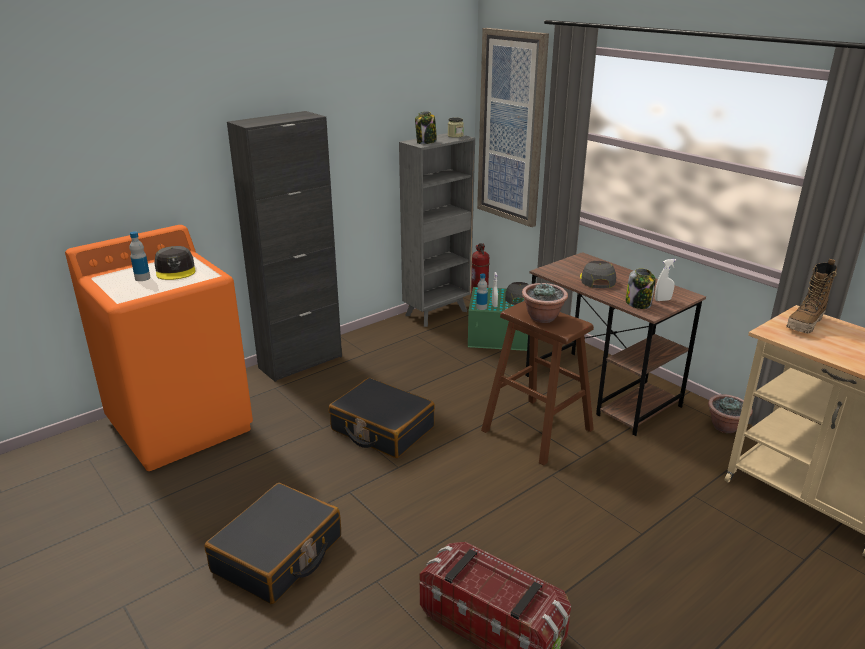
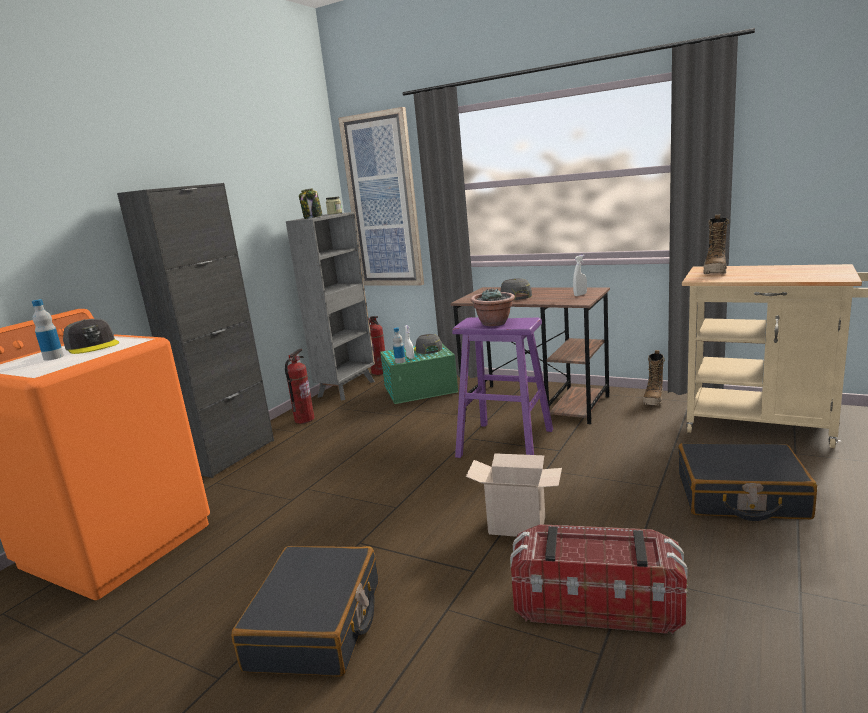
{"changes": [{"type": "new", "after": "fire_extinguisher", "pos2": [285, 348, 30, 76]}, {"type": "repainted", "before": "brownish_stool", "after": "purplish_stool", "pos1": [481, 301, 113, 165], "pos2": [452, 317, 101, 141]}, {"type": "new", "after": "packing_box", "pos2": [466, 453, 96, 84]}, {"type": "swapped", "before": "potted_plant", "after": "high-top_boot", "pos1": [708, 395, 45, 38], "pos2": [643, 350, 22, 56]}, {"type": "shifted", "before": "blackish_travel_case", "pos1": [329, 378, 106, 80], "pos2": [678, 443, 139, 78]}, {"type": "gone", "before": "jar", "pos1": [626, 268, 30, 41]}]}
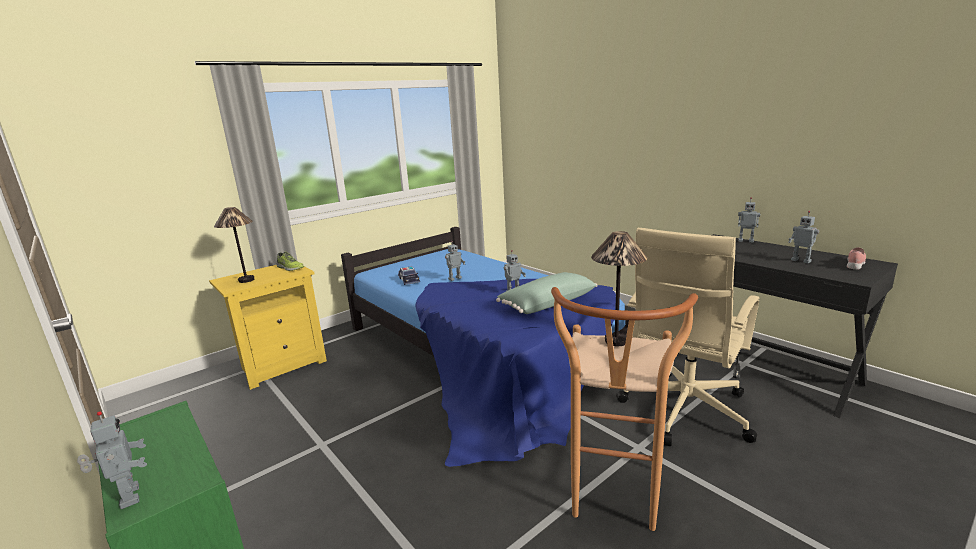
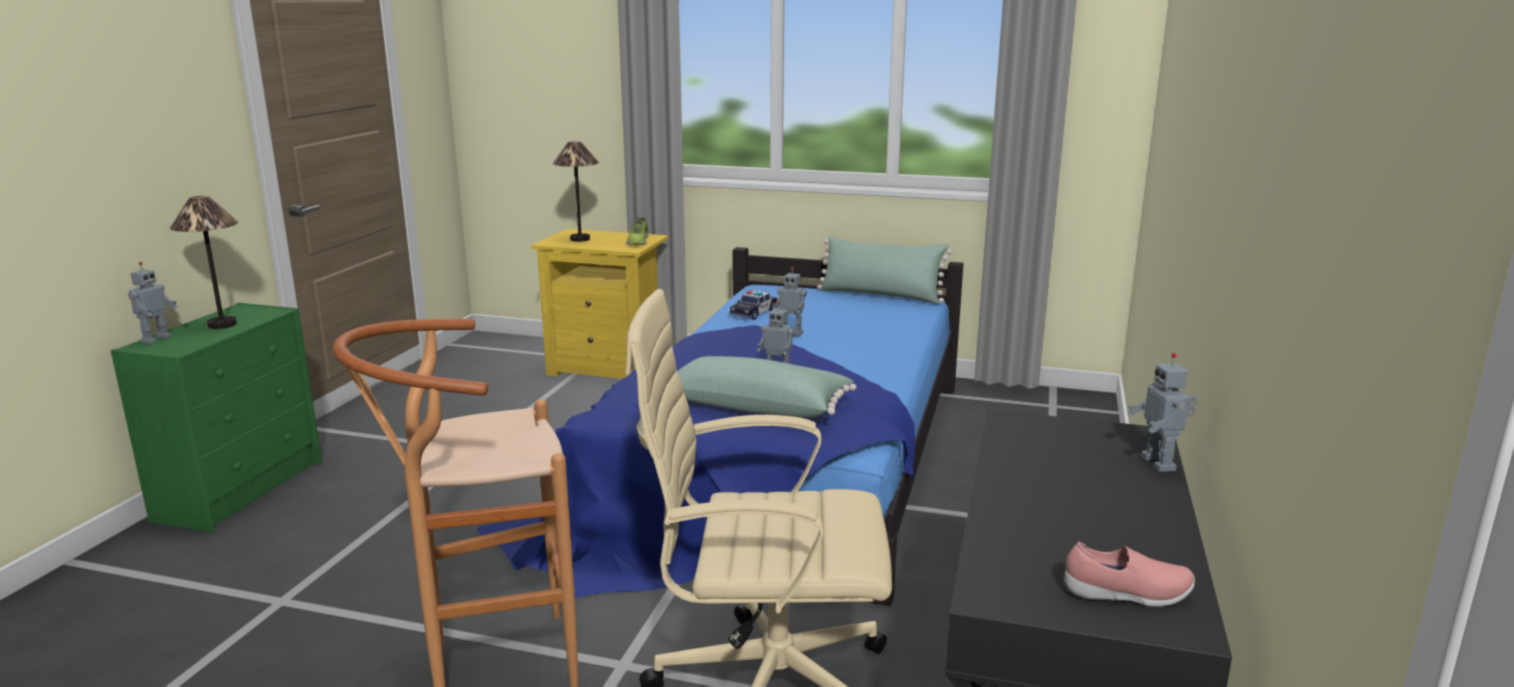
{"changes": [{"type": "shifted", "before": "table_lamp", "pos1": [591, 231, 56, 115], "pos2": [170, 196, 68, 133]}, {"type": "new", "after": "green-coloured_cushion", "pos2": [817, 236, 135, 68]}, {"type": "gone", "before": "model_robot", "pos1": [788, 211, 31, 52]}]}
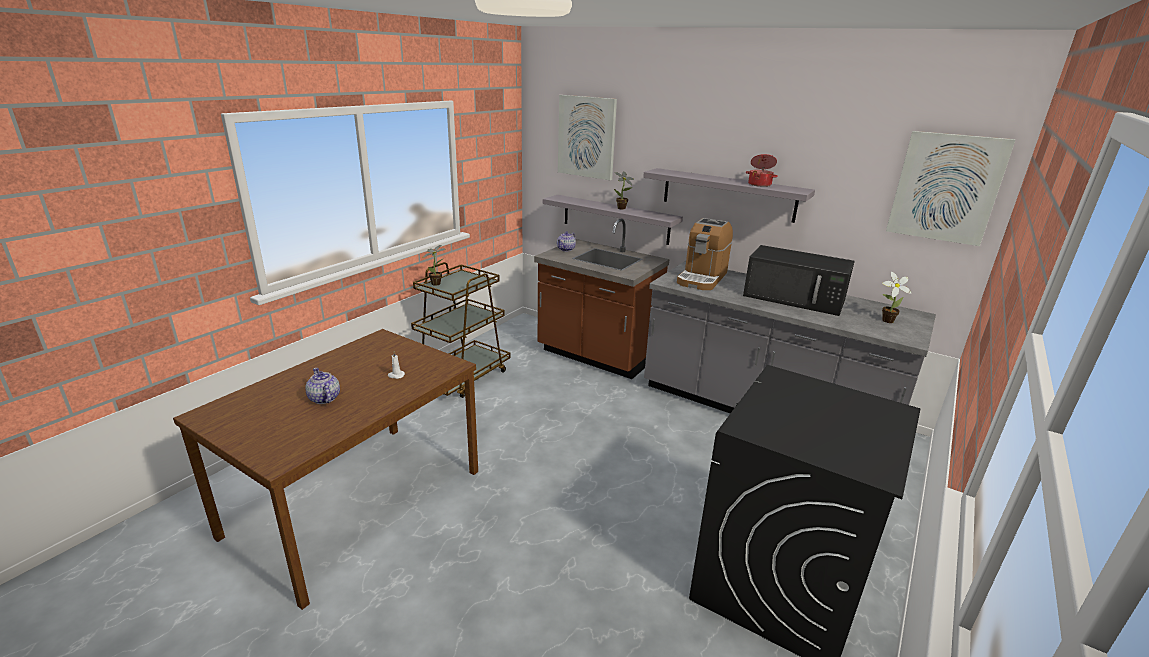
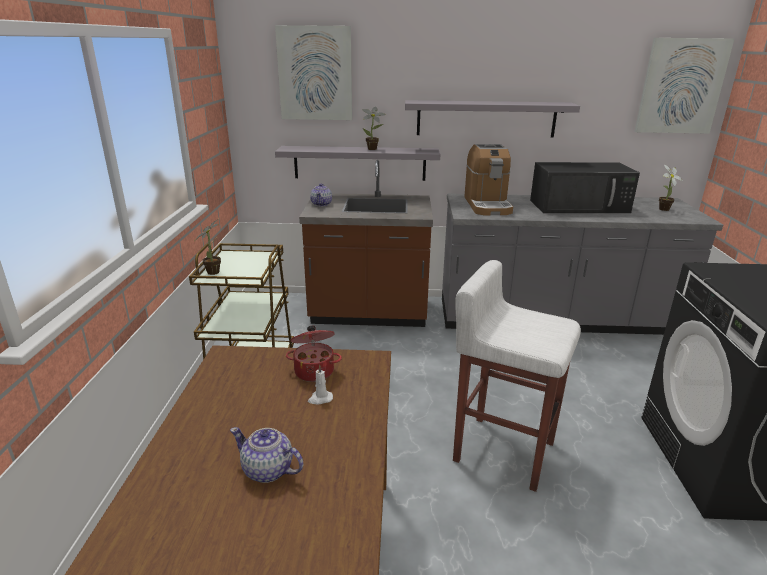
{"changes": [{"type": "shifted", "before": "cooking_pot", "pos1": [746, 154, 32, 33], "pos2": [286, 326, 56, 56]}, {"type": "new", "after": "whitish_stool", "pos2": [453, 260, 128, 232]}]}
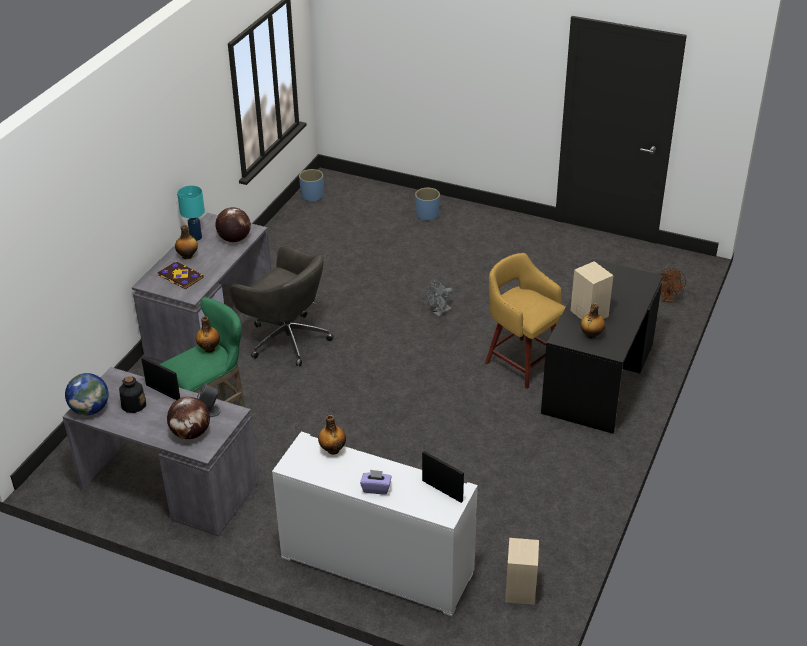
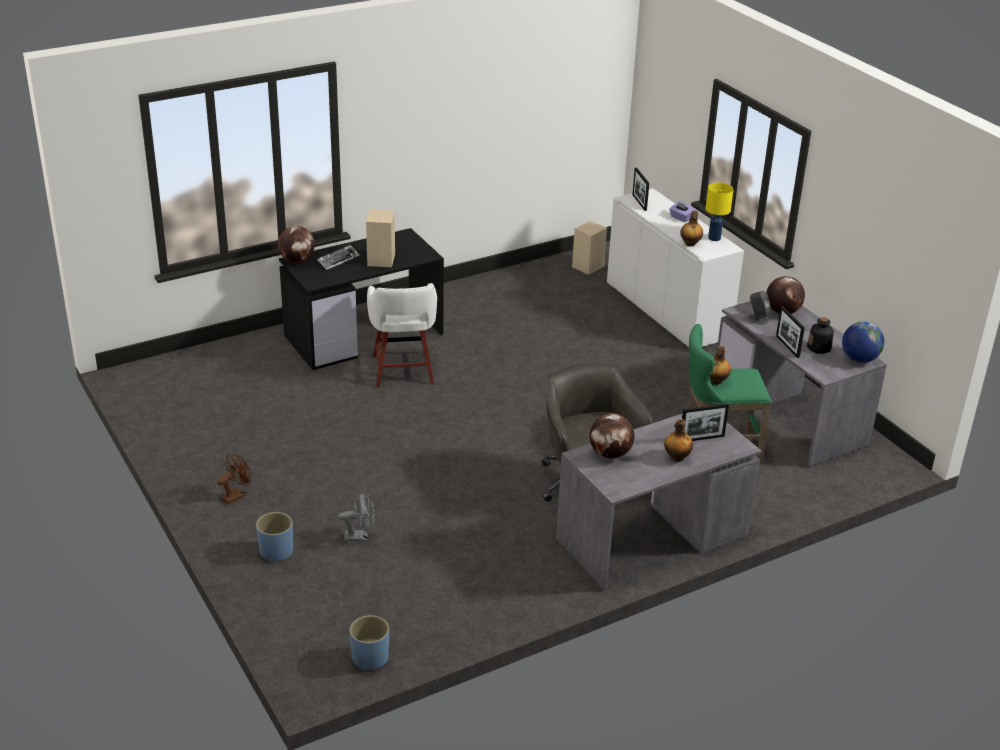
{"changes": [{"type": "shifted", "before": "brownish_cooling_fan", "pos1": [658, 268, 28, 35], "pos2": [217, 453, 35, 51]}, {"type": "new", "after": "globe", "pos2": [278, 226, 37, 37]}, {"type": "new", "after": "computer_keyboard", "pos2": [317, 245, 43, 25]}, {"type": "shifted", "before": "greyish_cooling_fan", "pos1": [426, 280, 27, 37], "pos2": [338, 493, 37, 49]}, {"type": "repainted", "before": "yellowish_stool", "after": "whitish_stool", "pos1": [485, 253, 81, 136], "pos2": [367, 283, 70, 104]}, {"type": "swapped", "before": "bound_book", "after": "standing_frame", "pos1": [158, 261, 46, 28], "pos2": [682, 403, 47, 38]}, {"type": "new", "after": "yellowish_table_lamp", "pos2": [706, 183, 28, 58]}, {"type": "gone", "before": "turquoise-coloured_table_lamp", "pos1": [177, 186, 28, 55]}, {"type": "gone", "before": "bottle", "pos1": [580, 303, 25, 35]}]}
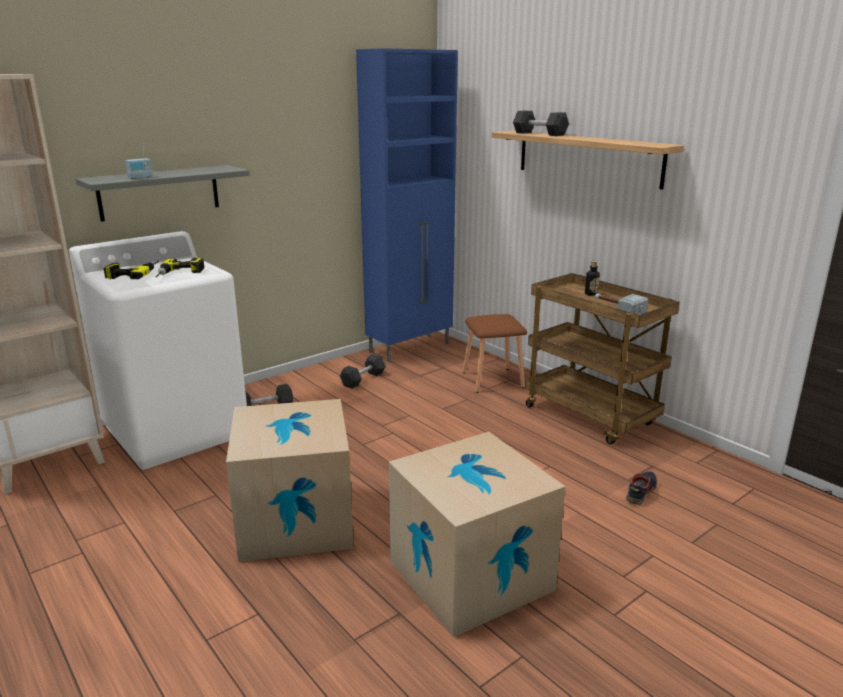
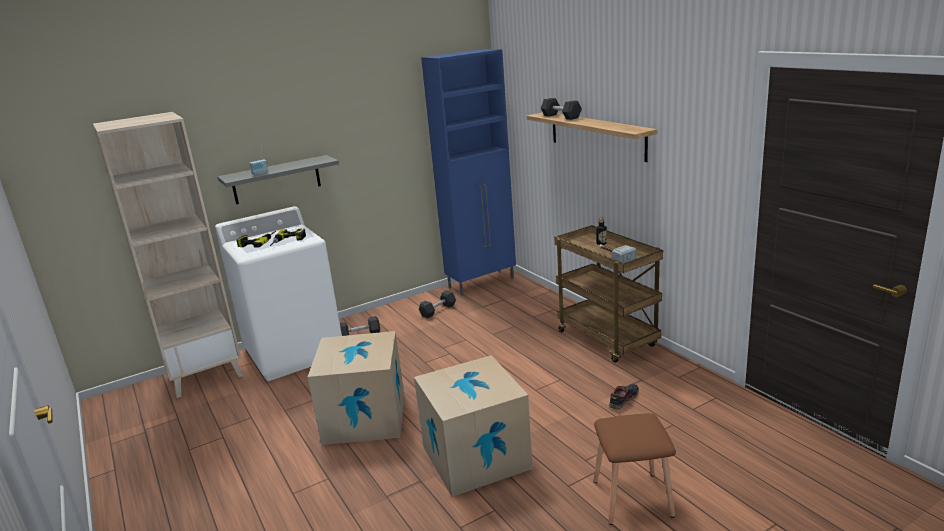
{"changes": [{"type": "shifted", "before": "brownish_stool", "pos1": [463, 314, 64, 79], "pos2": [593, 413, 83, 112]}]}
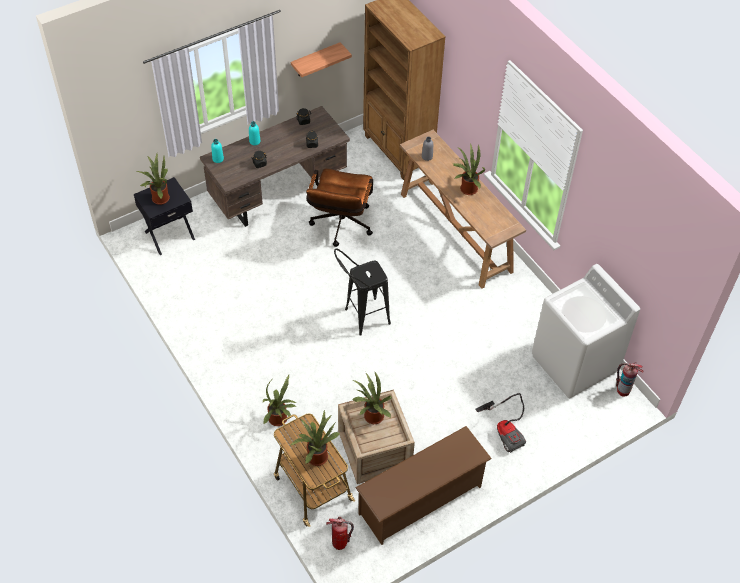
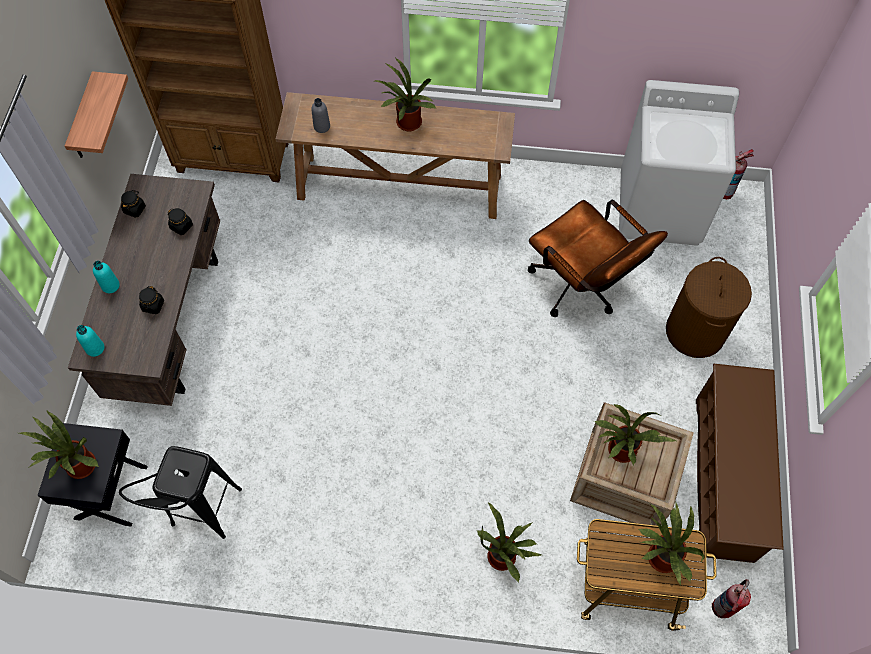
{"changes": [{"type": "shifted", "before": "blackish_stool", "pos1": [334, 248, 57, 88], "pos2": [119, 446, 123, 93]}, {"type": "shifted", "before": "brownish_desk_chair", "pos1": [306, 169, 67, 78], "pos2": [528, 200, 140, 117]}, {"type": "swapped", "before": "hoover", "after": "brownish_washing_basket", "pos1": [475, 393, 51, 60], "pos2": [666, 257, 86, 101]}]}
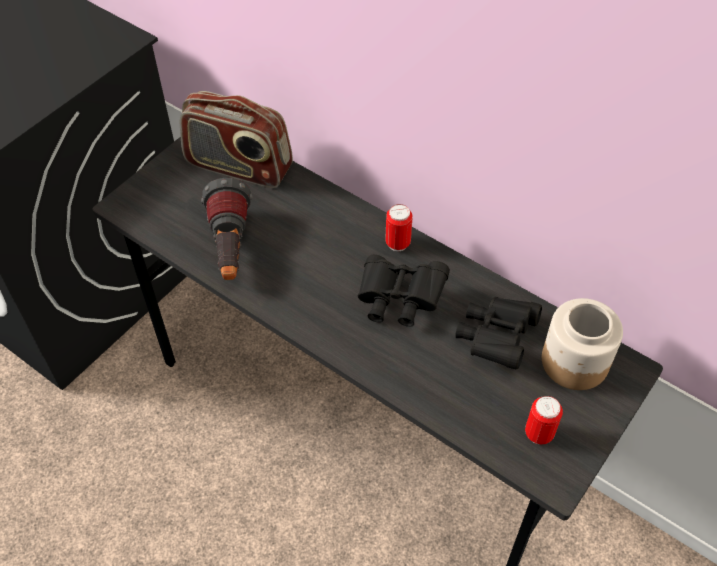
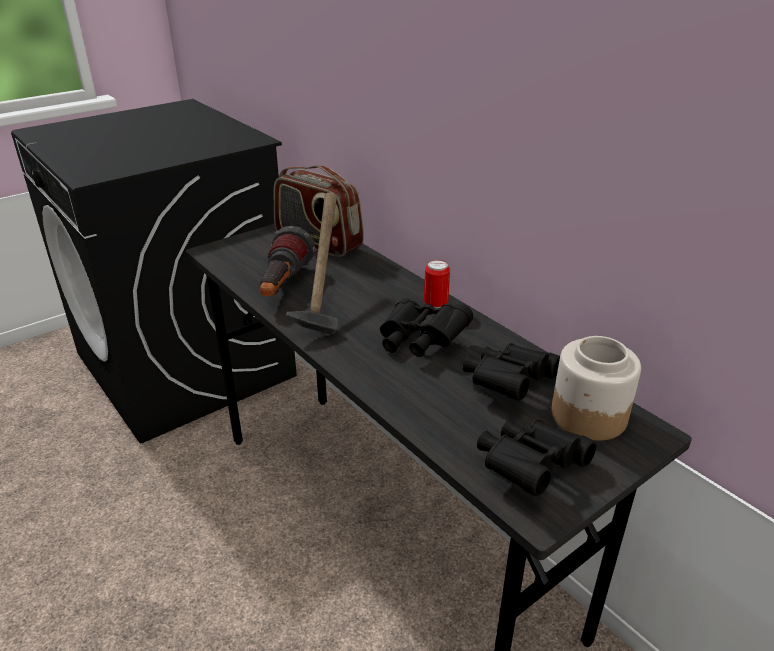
{"changes": [{"type": "new", "after": "tool_hammer", "pos2": [286, 193, 52, 142]}, {"type": "swapped", "before": "can", "after": "blackish_binoculars", "pos1": [525, 396, 38, 48], "pos2": [477, 419, 119, 77]}]}
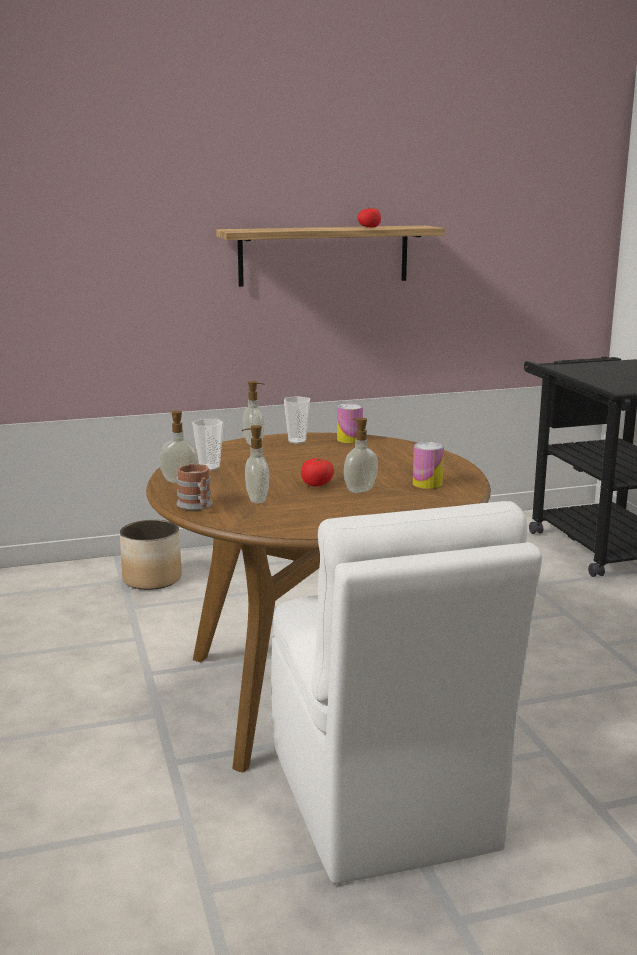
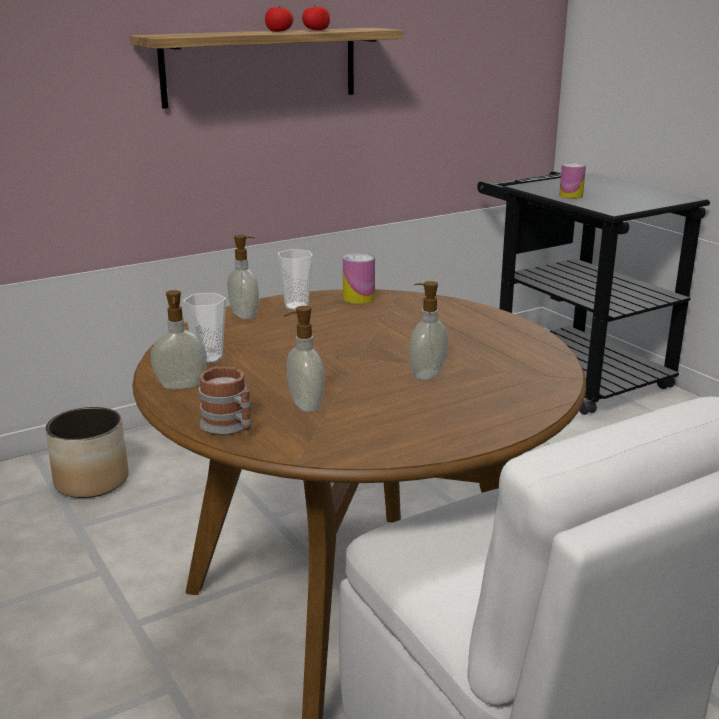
{"changes": [{"type": "shifted", "before": "fresh_tomato", "pos1": [301, 458, 33, 28], "pos2": [265, 6, 29, 26]}, {"type": "shifted", "before": "can", "pos1": [413, 442, 31, 47], "pos2": [559, 163, 27, 36]}]}
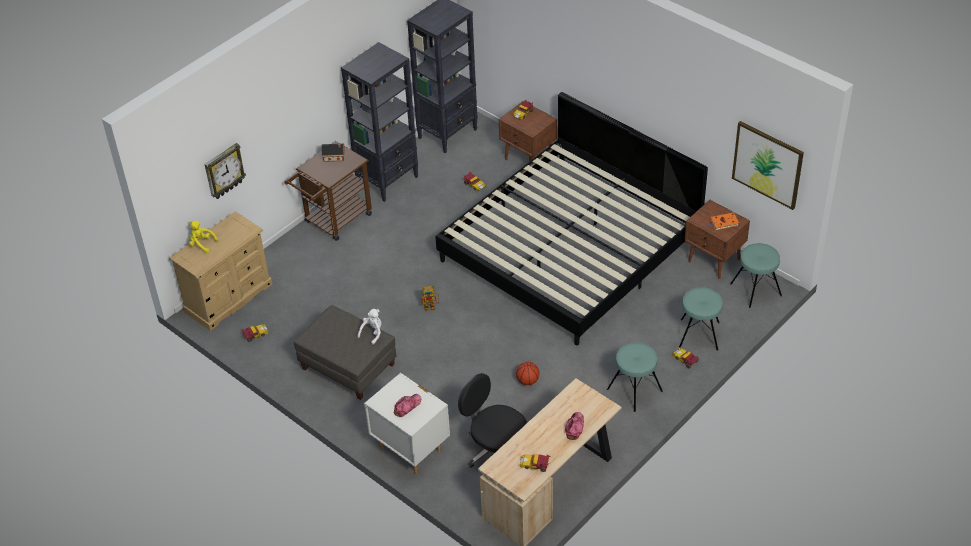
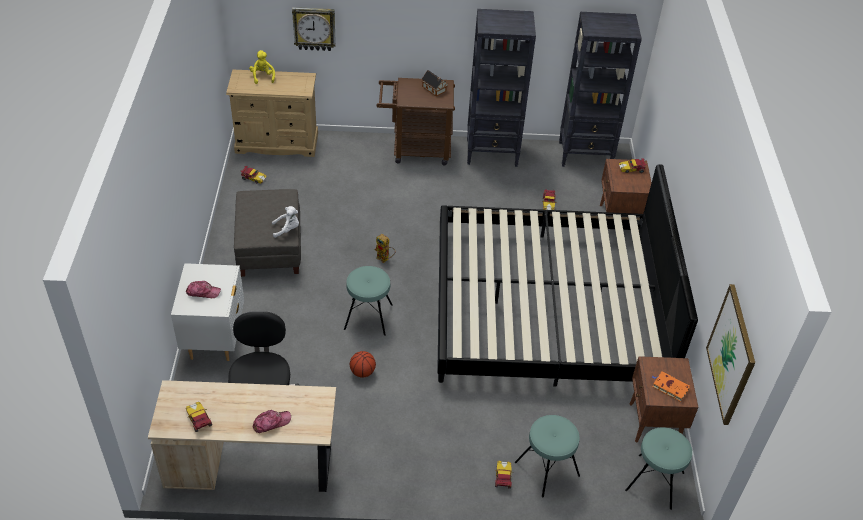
{"changes": [{"type": "shifted", "before": "turquoise-coloured_stool", "pos1": [607, 343, 56, 69], "pos2": [344, 266, 49, 70]}]}
